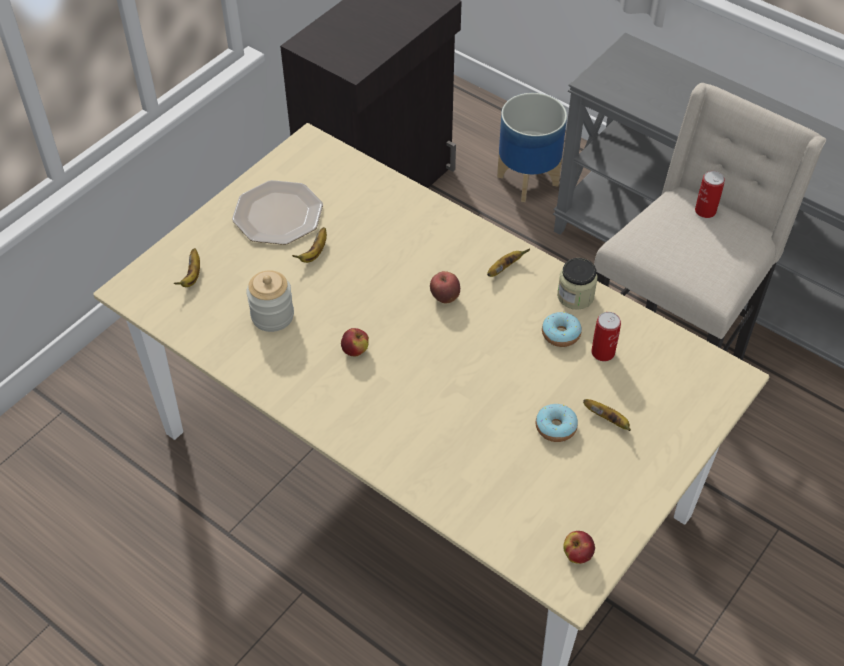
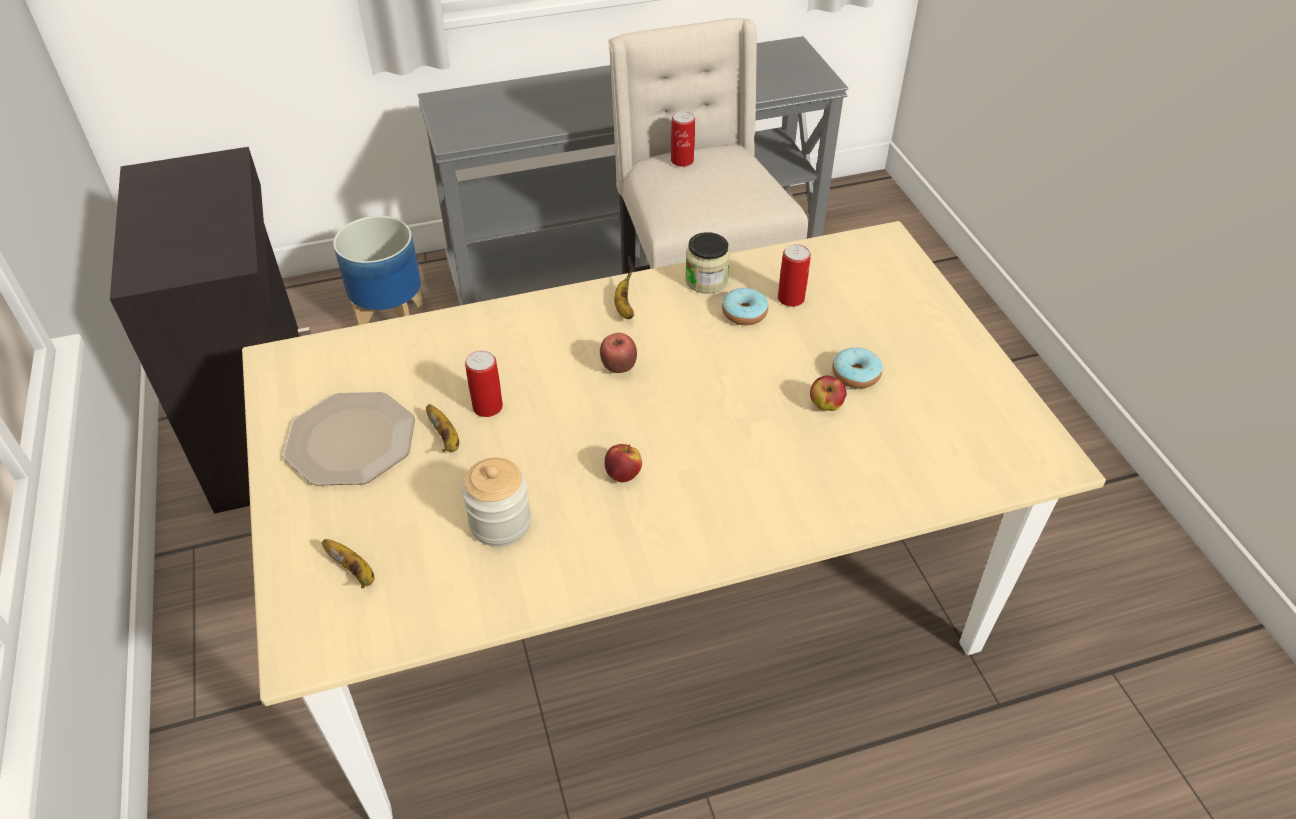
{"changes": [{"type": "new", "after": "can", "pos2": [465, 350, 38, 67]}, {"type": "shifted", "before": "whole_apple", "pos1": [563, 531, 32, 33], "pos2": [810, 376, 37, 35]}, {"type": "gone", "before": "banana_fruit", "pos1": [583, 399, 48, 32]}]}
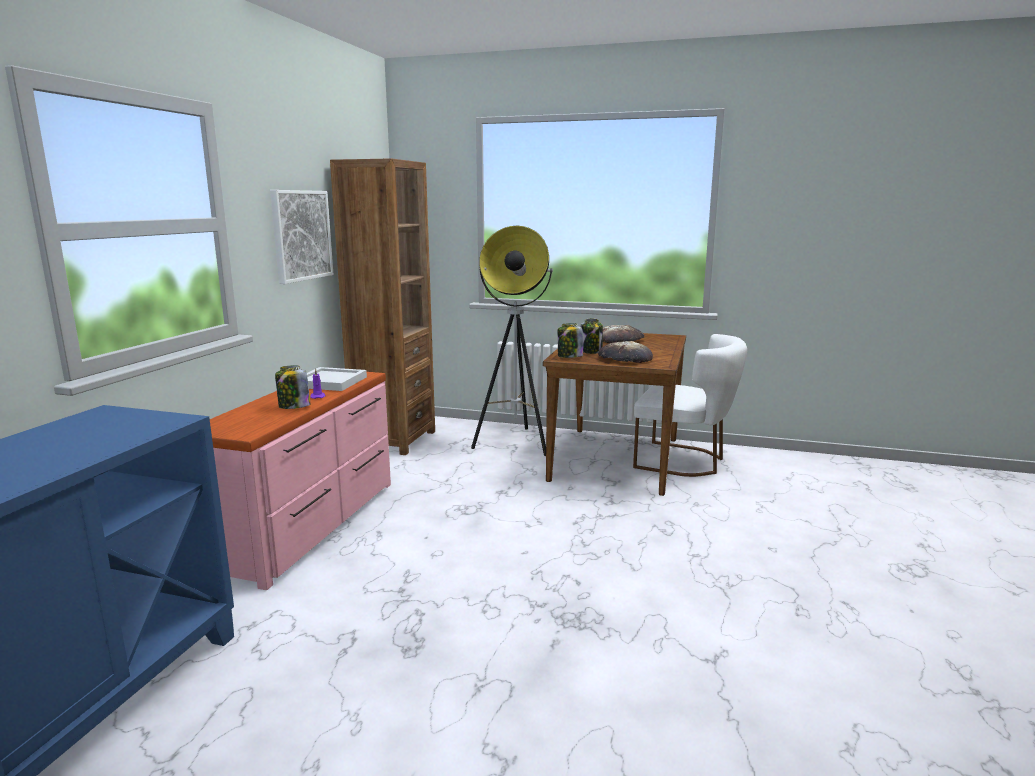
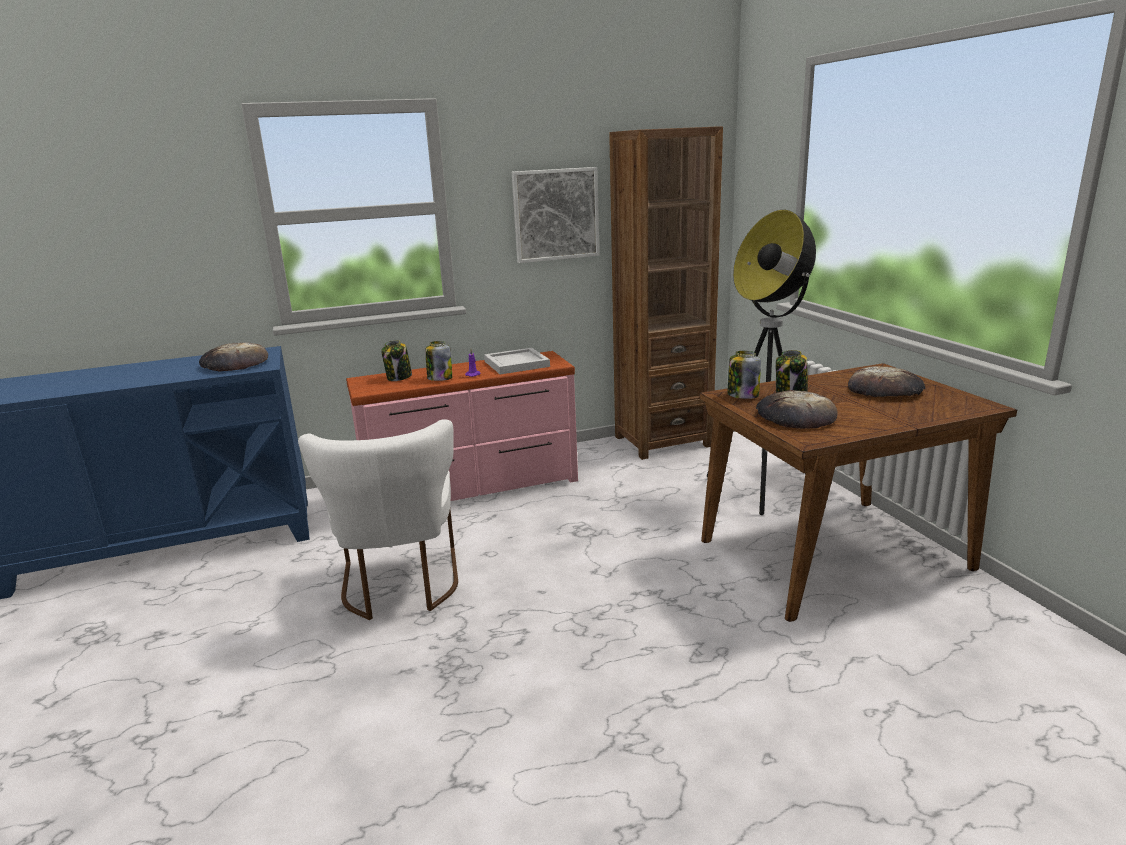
{"changes": [{"type": "new", "after": "baked_bread", "pos2": [199, 342, 69, 29]}, {"type": "shifted", "before": "whitish_plain_chair", "pos1": [633, 334, 114, 143], "pos2": [298, 419, 160, 201]}, {"type": "new", "after": "jar", "pos2": [381, 340, 31, 41]}]}
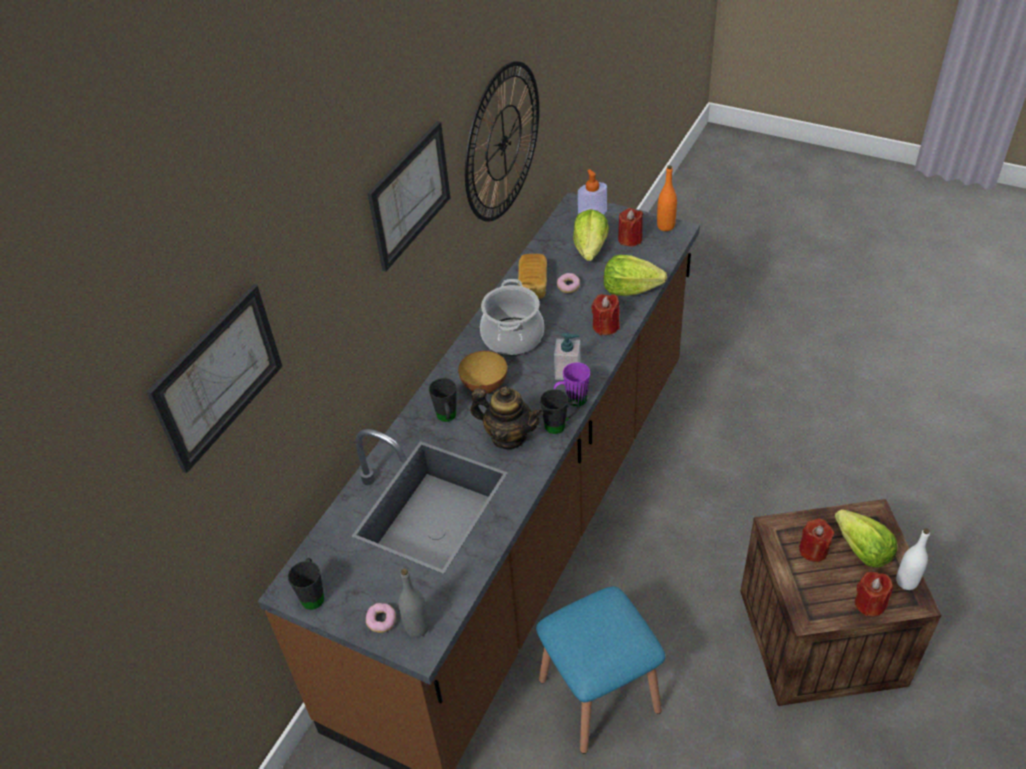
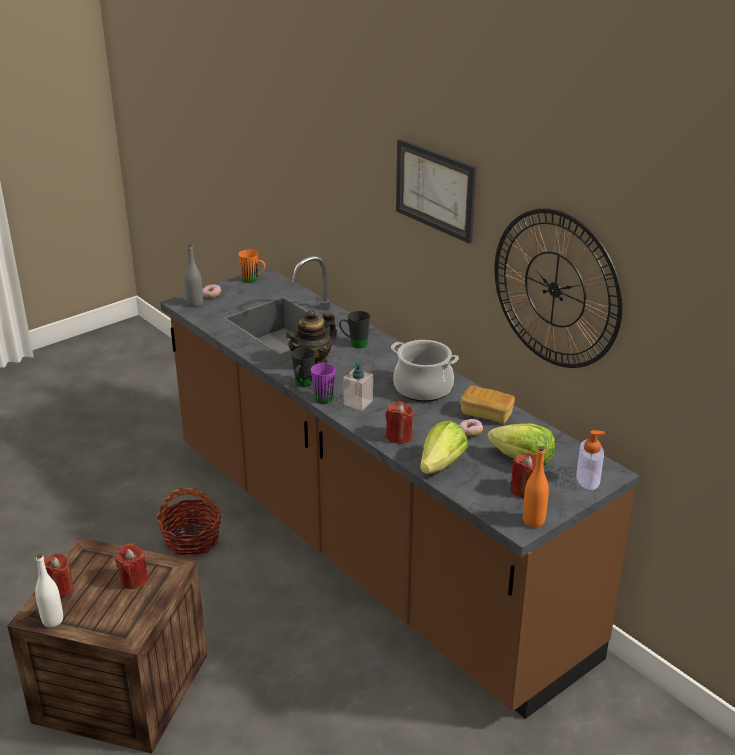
{"changes": [{"type": "swapped", "before": "blue-coloured_stool", "after": "basket", "pos1": [536, 586, 129, 168], "pos2": [156, 488, 65, 69]}, {"type": "repainted", "before": "blackish_tea_mug", "after": "orangey_tea_mug", "pos1": [288, 558, 36, 52], "pos2": [238, 250, 27, 33]}, {"type": "gone", "before": "wall_picture", "pos1": [147, 284, 135, 189]}, {"type": "gone", "before": "serving_bowl", "pos1": [458, 351, 49, 43]}, {"type": "gone", "before": "lettuce_head", "pos1": [835, 509, 62, 59]}]}
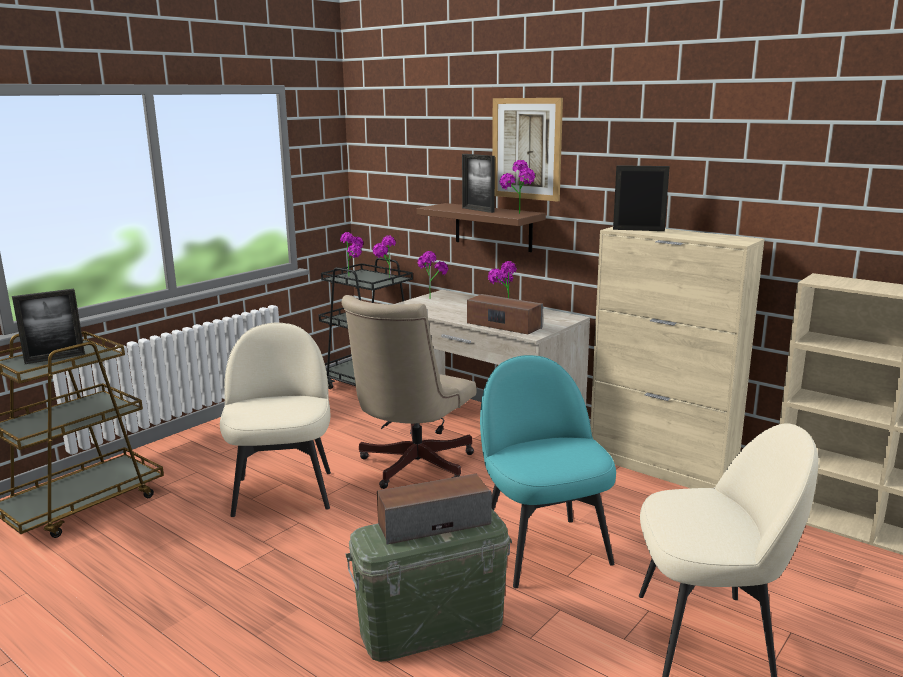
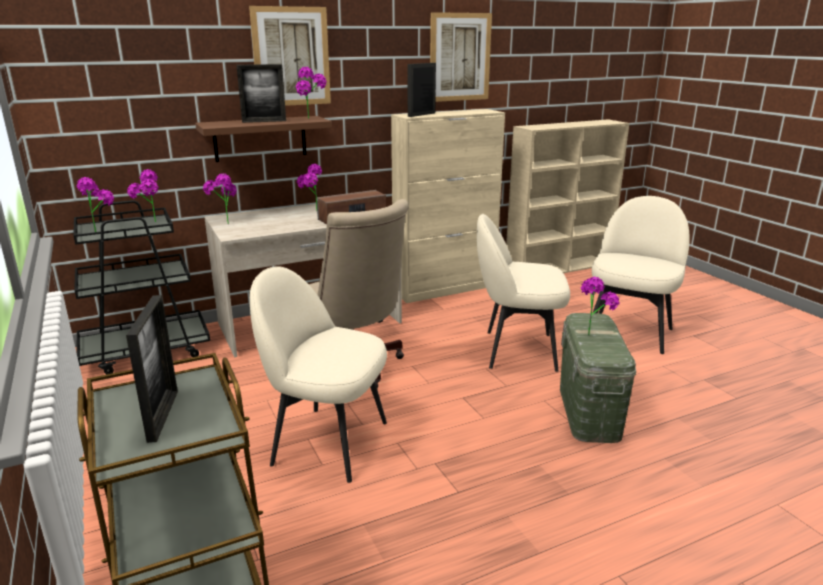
{"changes": [{"type": "new", "after": "wall_picture", "pos2": [430, 12, 62, 90]}, {"type": "repainted", "before": "turquoise-coloured_plain_chair", "after": "beige-coloured_plain_chair", "pos1": [480, 355, 136, 233], "pos2": [477, 214, 93, 158]}, {"type": "swapped", "before": "loudspeaker", "after": "potted_plant", "pos1": [377, 474, 115, 70], "pos2": [581, 277, 39, 59]}]}
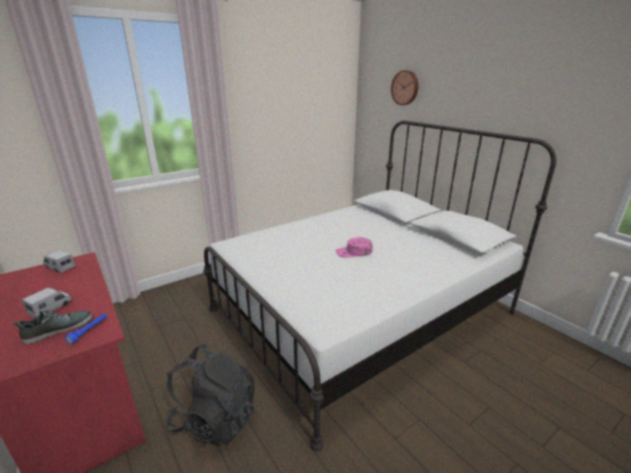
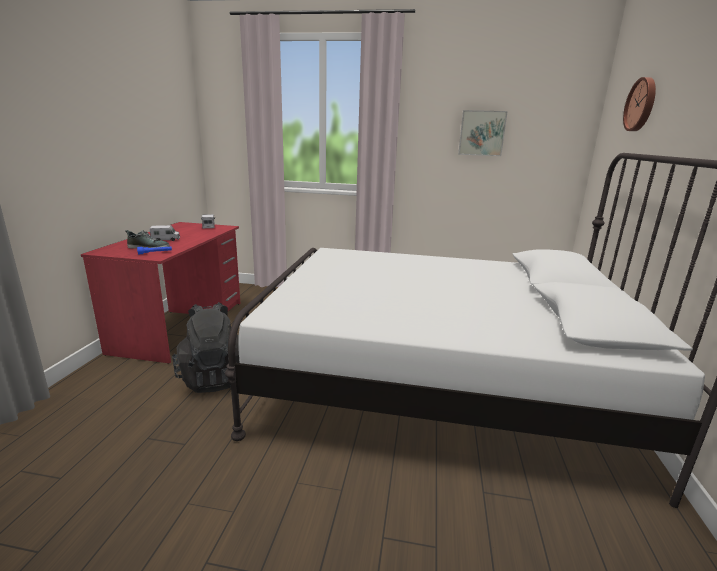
{"changes": [{"type": "new", "after": "wall_picture", "pos2": [458, 110, 50, 46]}, {"type": "gone", "before": "pink_cap", "pos1": [335, 237, 38, 21]}]}
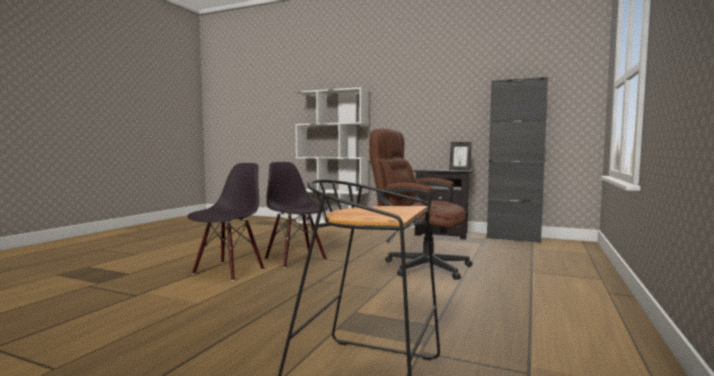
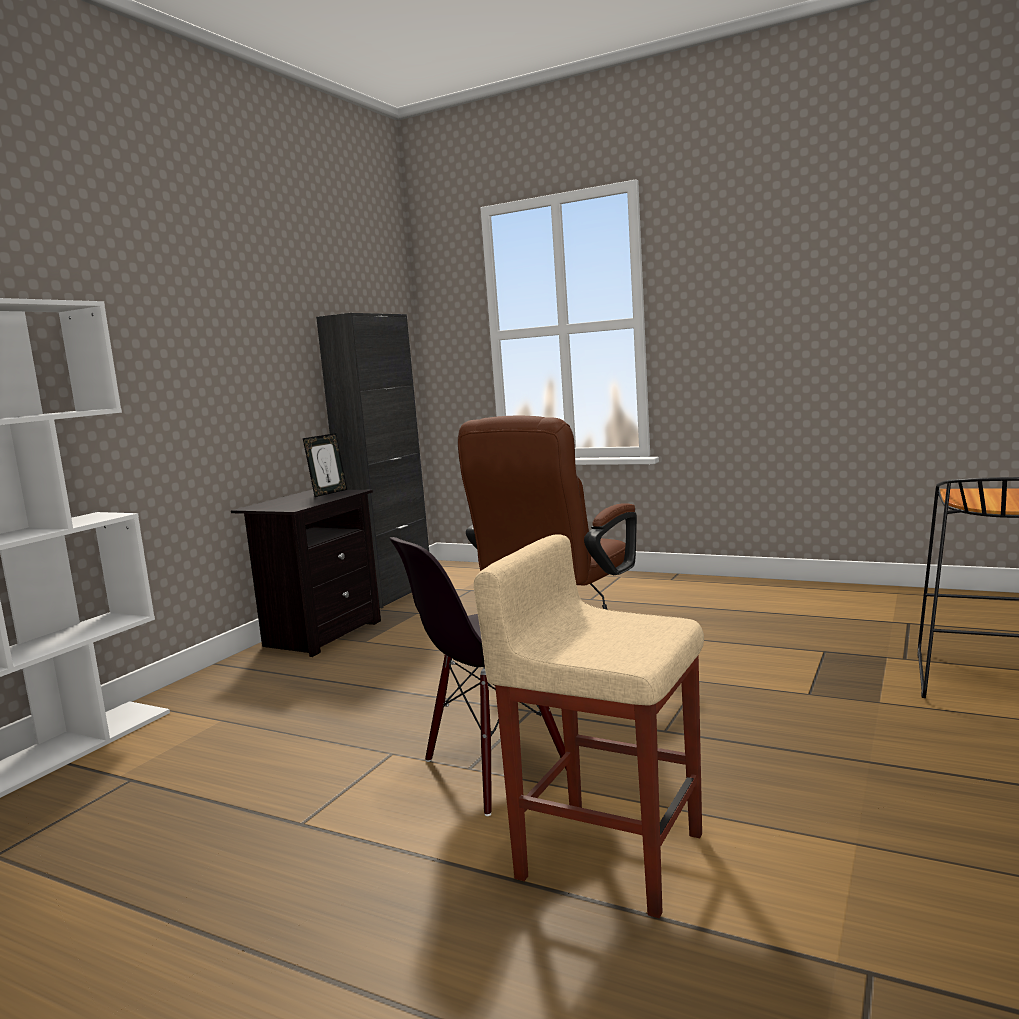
{"changes": [{"type": "swapped", "before": "blackish_plain_chair", "after": "beige-coloured_stool", "pos1": [187, 163, 77, 118], "pos2": [474, 535, 230, 383]}]}
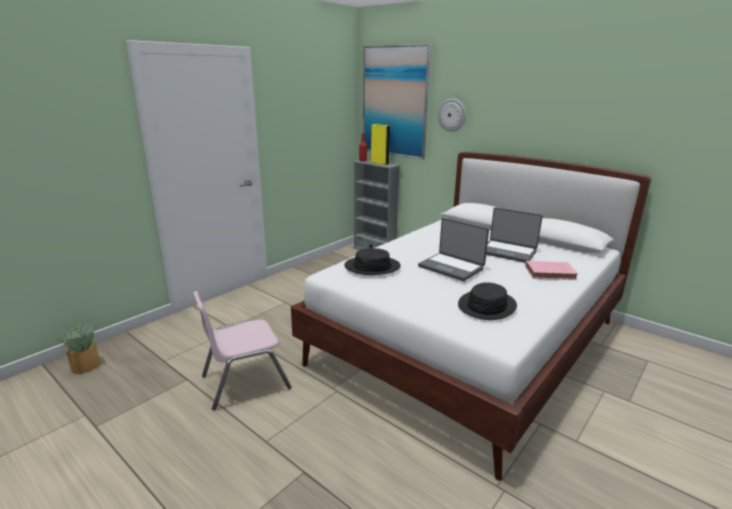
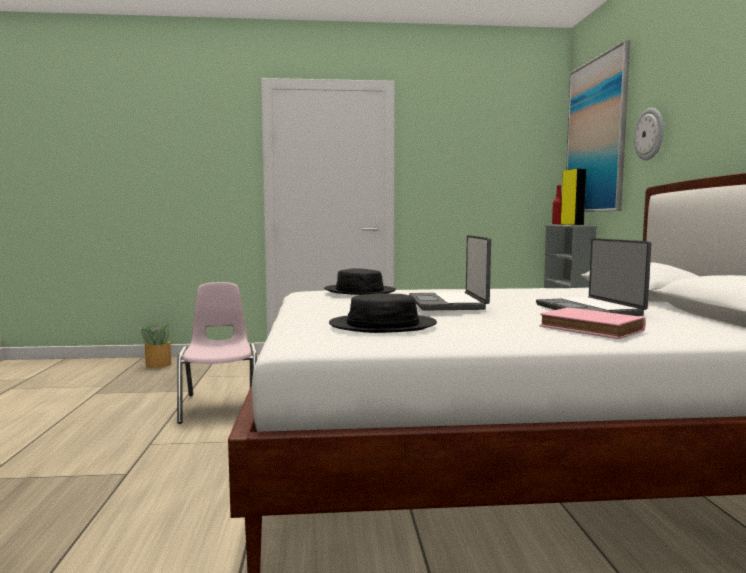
{"changes": [{"type": "rotated", "before": "pink_plain_chair", "pos1": [193, 291, 98, 119], "pos2": [177, 282, 80, 142], "turn": 60}]}
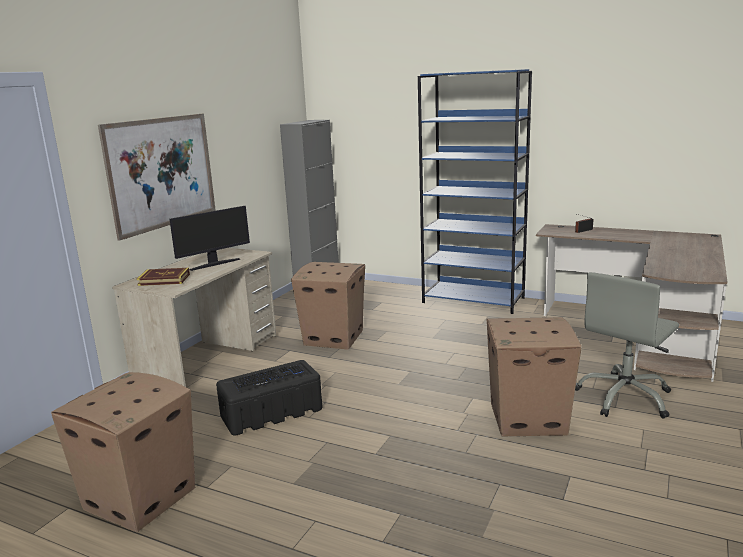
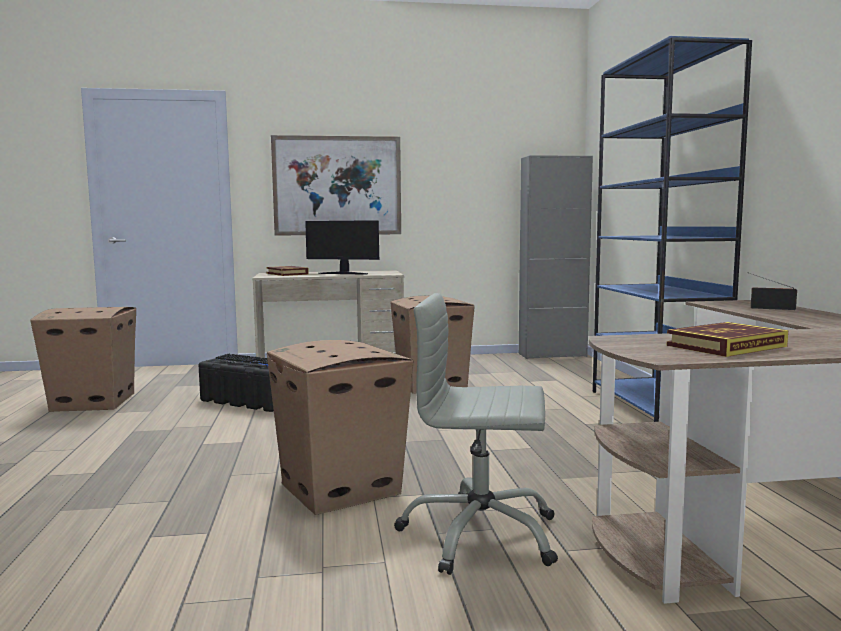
{"changes": [{"type": "new", "after": "bound_book", "pos2": [667, 322, 121, 35]}]}
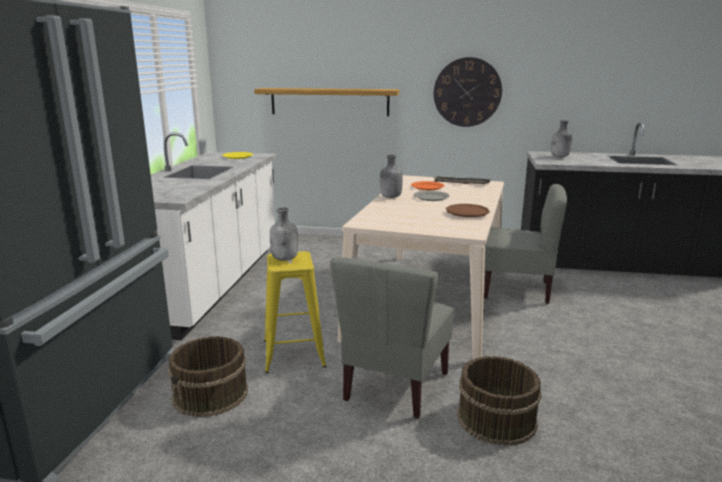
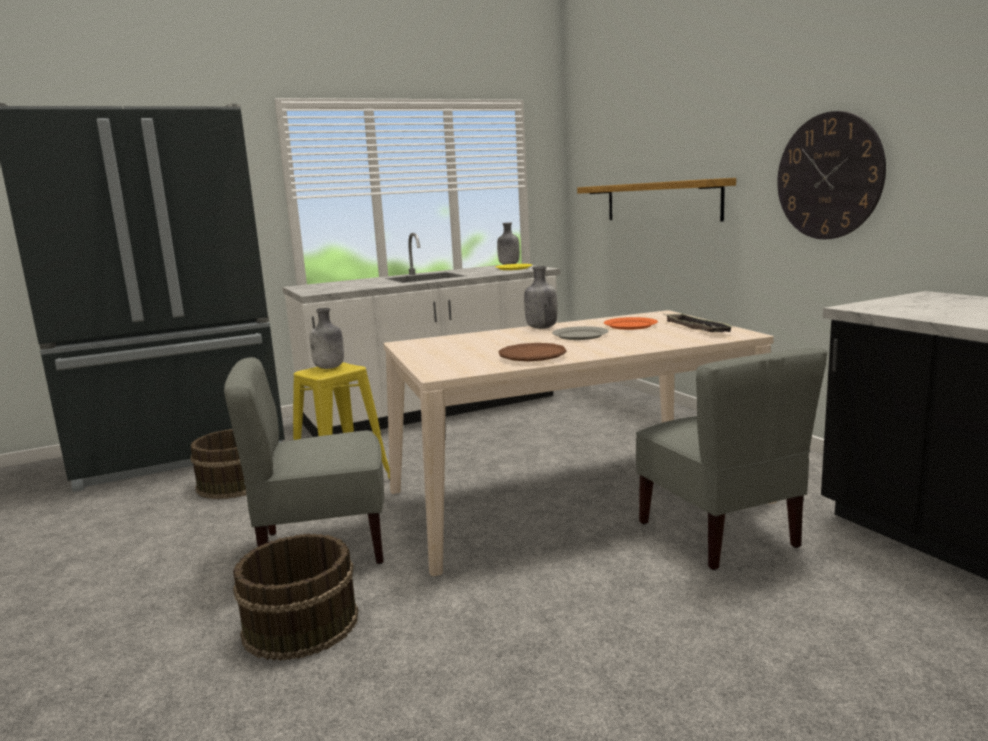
{"changes": [{"type": "shifted", "before": "greyish_bottle", "pos1": [551, 120, 21, 37], "pos2": [497, 223, 23, 42]}]}
